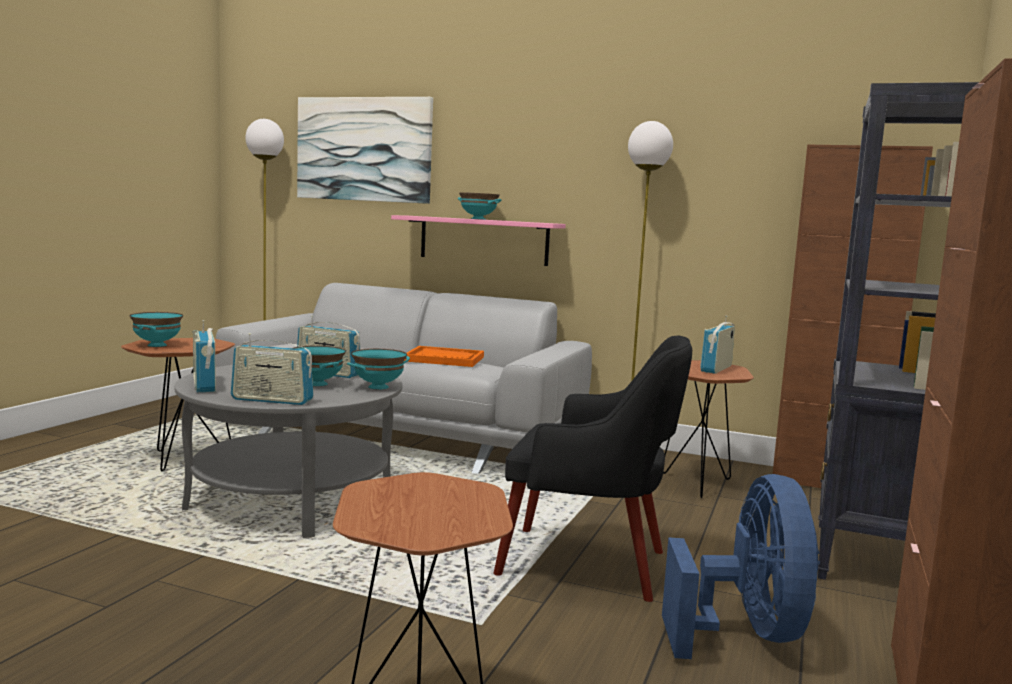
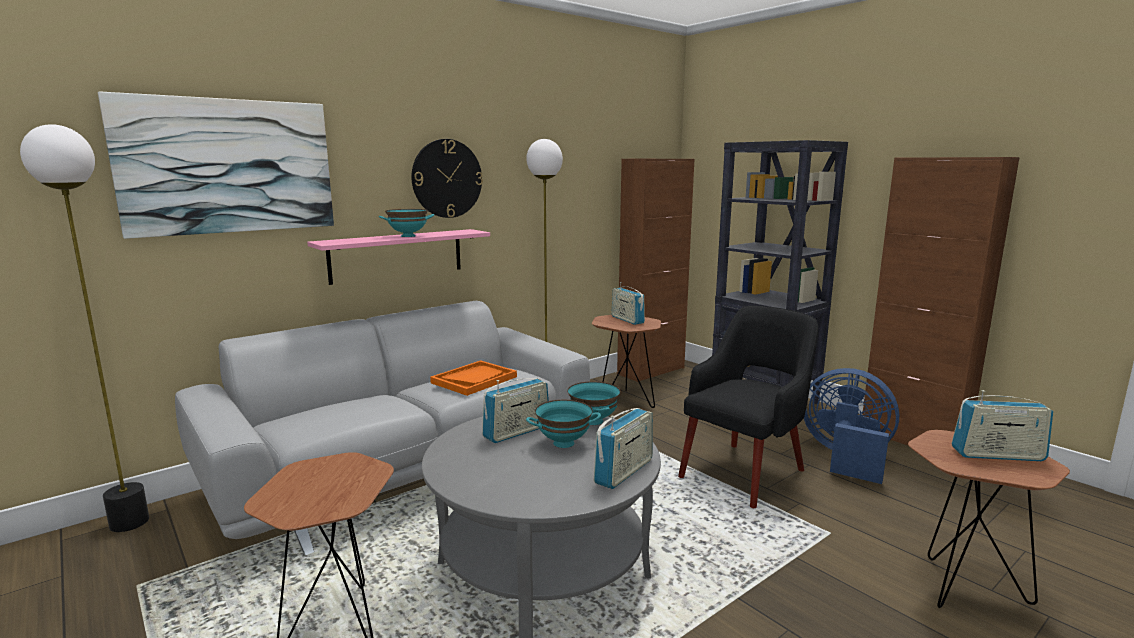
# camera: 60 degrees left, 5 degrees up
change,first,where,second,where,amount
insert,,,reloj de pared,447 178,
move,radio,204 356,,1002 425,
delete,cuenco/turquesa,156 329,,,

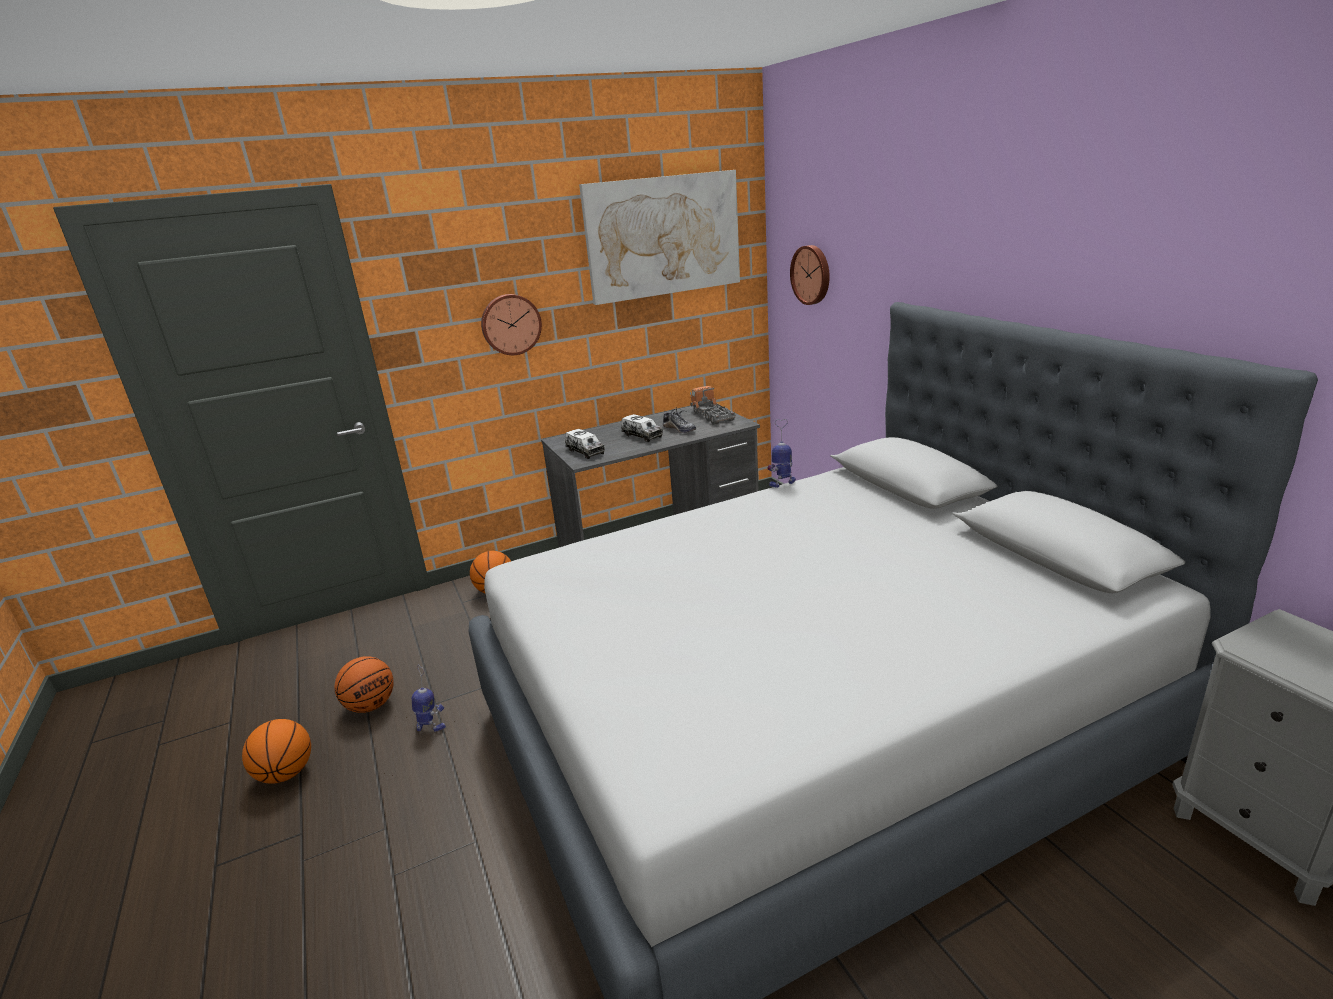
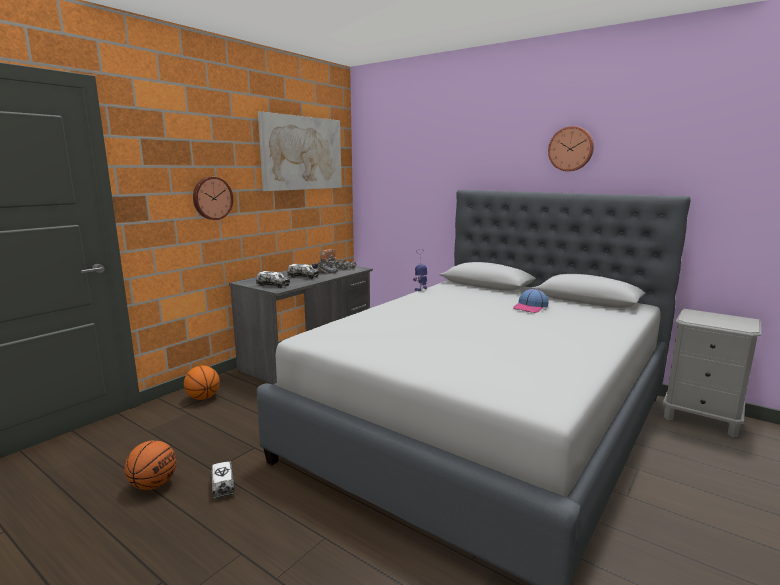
# camera: 30 degrees left, 10 degrees down
change,first,where,second,where,amount
replace,robot de juguete,429 698,camión de juguete,223 479,
insert,,,gorra,531 300,
move,reloj de pared,810 275,,571 148,
delete,balón de baloncesto,276 751,,,

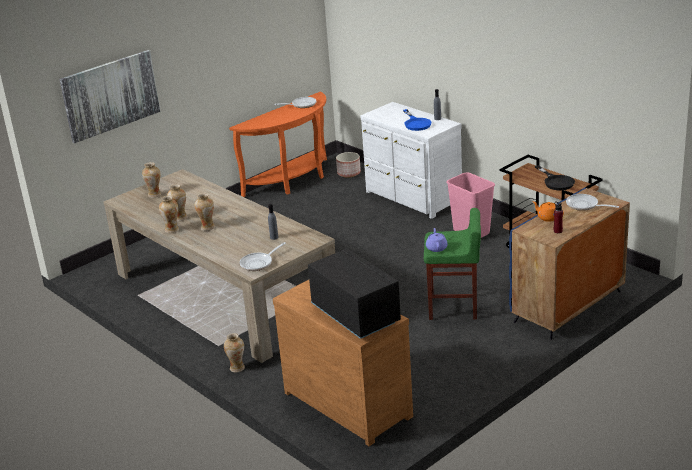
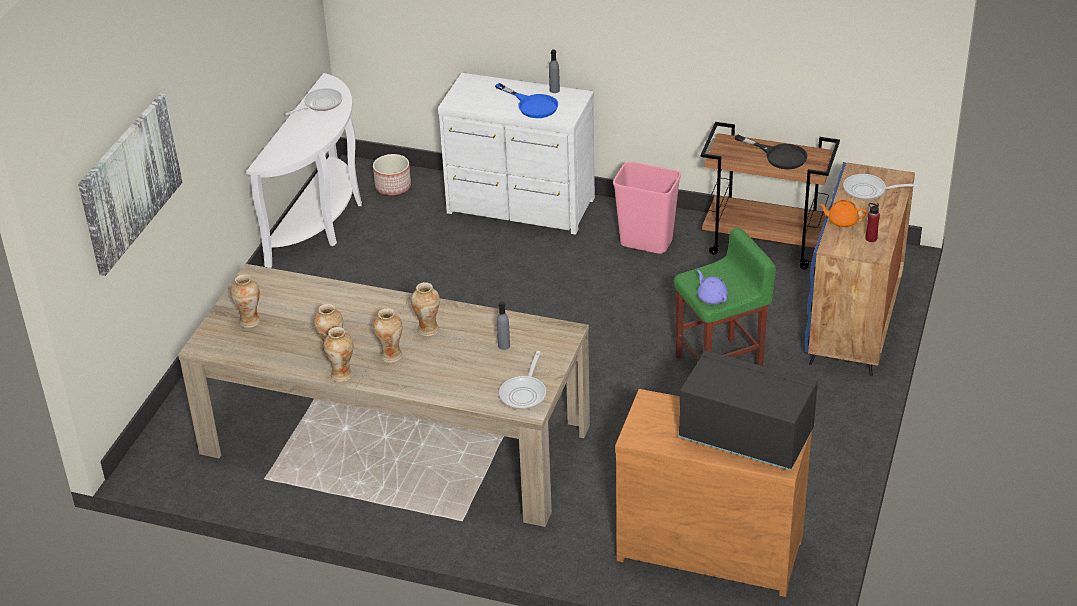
# camera: 30 degrees left, 10 degrees up
change,first,where,second,where,amount
recolor,mesa consola/naranja,278 144,mesa consola/blanco,304 170,
move,florero,234 352,,425 309,

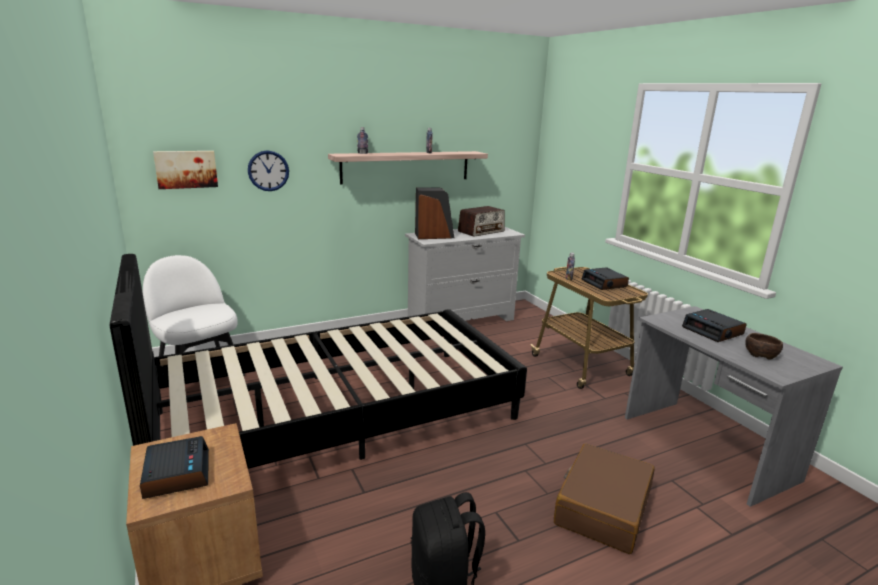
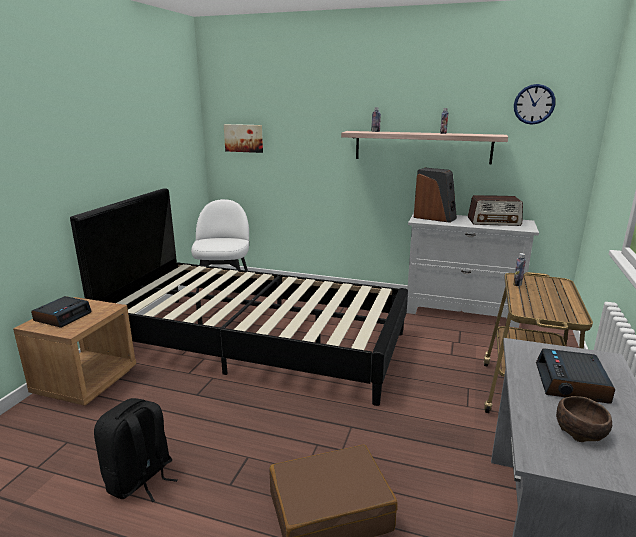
# camera: 45 degrees right, 0 degrees up
change,first,where,second,where,amount
move,reloj de pared,268 170,,534 104,
delete,despertador,605 278,,,

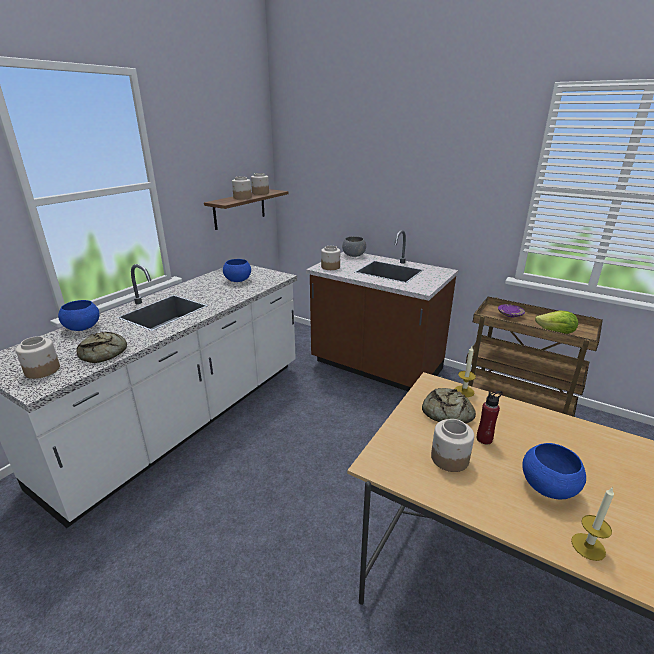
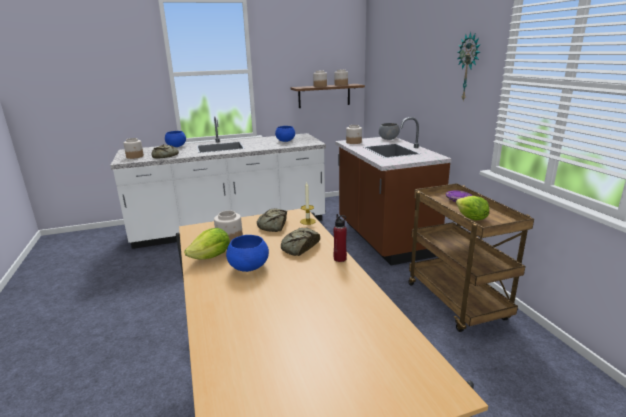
# camera: 40 degrees right, 5 degrees down
change,first,where,second,where,amount
insert,,,lechuga,207 244,
insert,,,pan,300 242,
move,botella/rojo,490 417,,340 238,
insert,,,reloj de pared,469 66,
delete,vela,592 523,,,

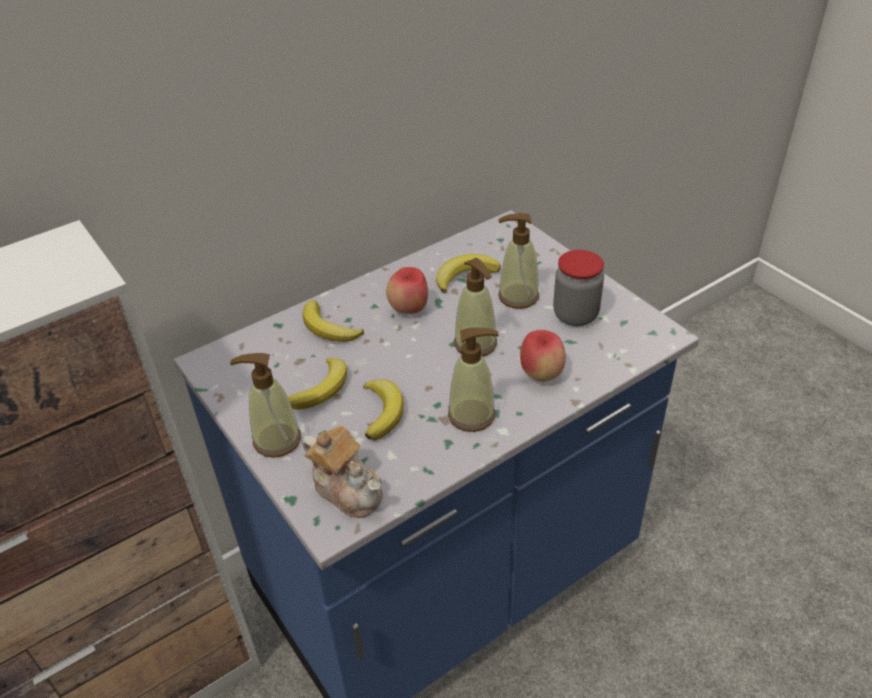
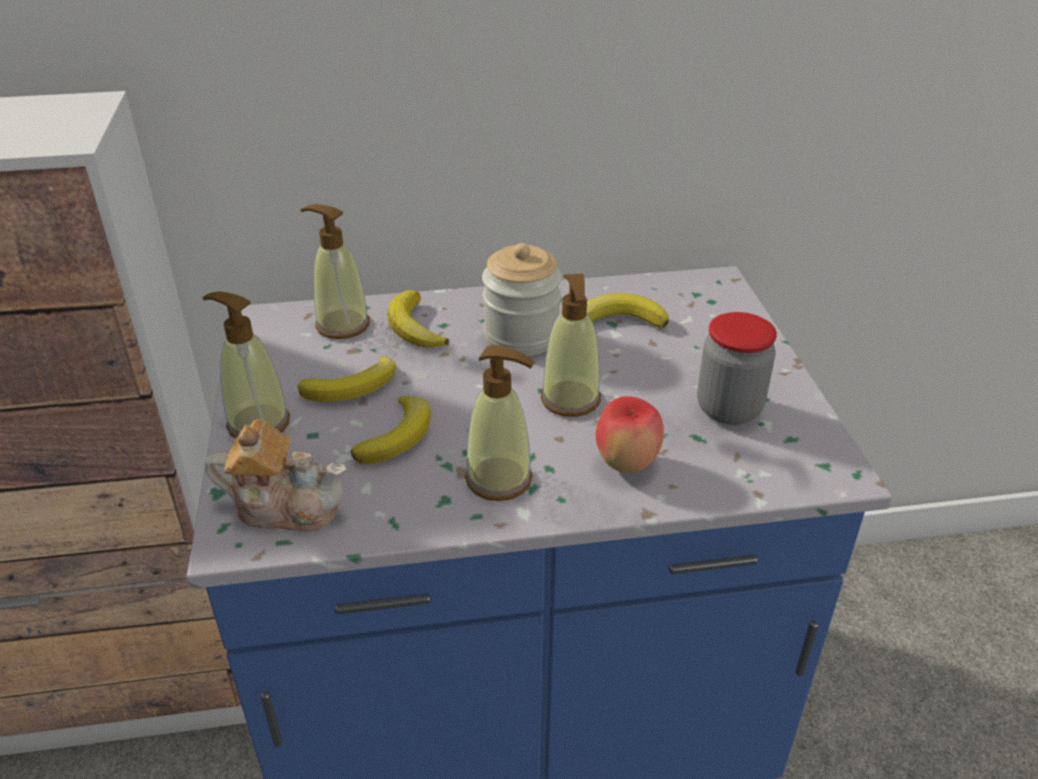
# camera: 25 degrees right, 5 degrees down
change,first,where,second,where,amount
rotate,tetera,342 471,,275 475,60 degrees counterclockwise
move,dispensador de jabón,518 261,,335 271,
replace,manzana,407 290,tarro,522 299,

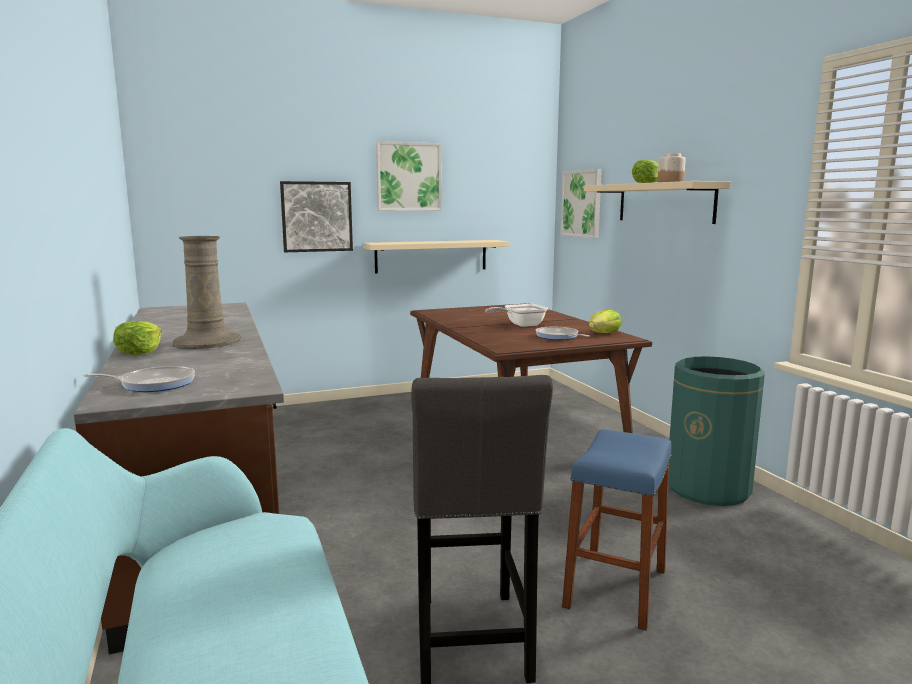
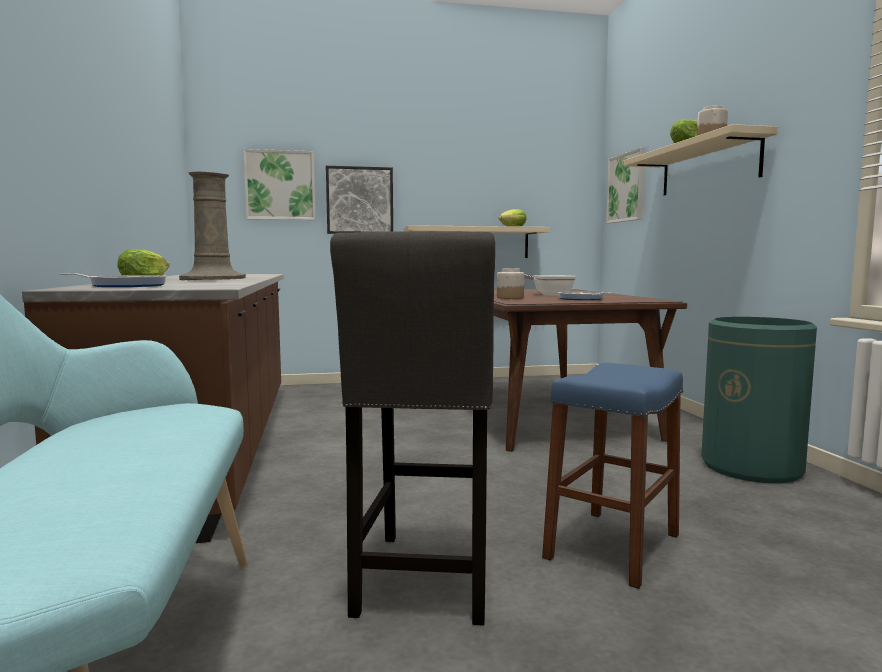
# camera: 10 degrees right, 5 degrees down
change,first,where,second,where,amount
move,cuadro,409 176,,279 184,
insert,,,tarro,510 283,
move,lechuga,605 321,,512 218,

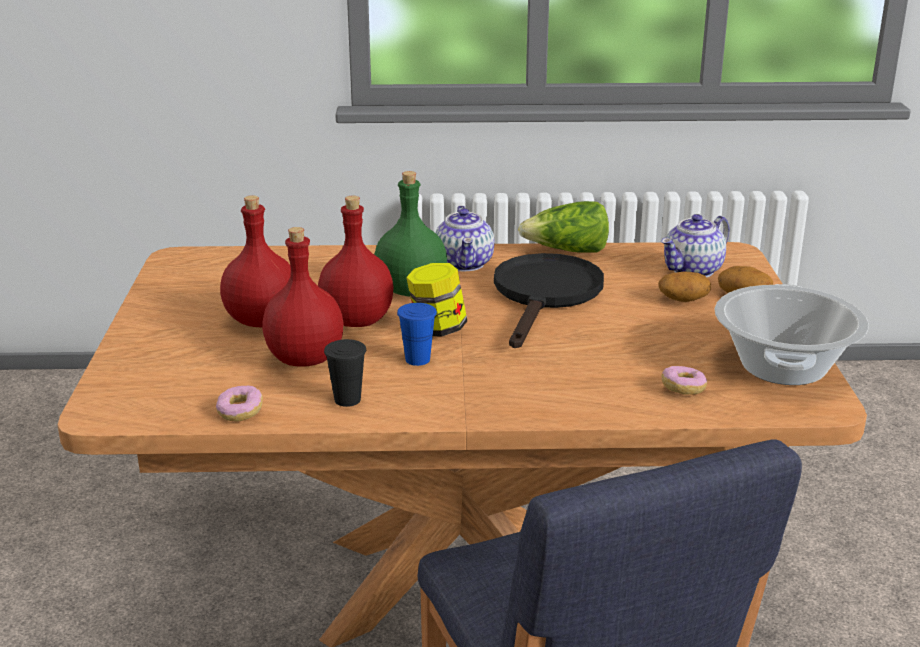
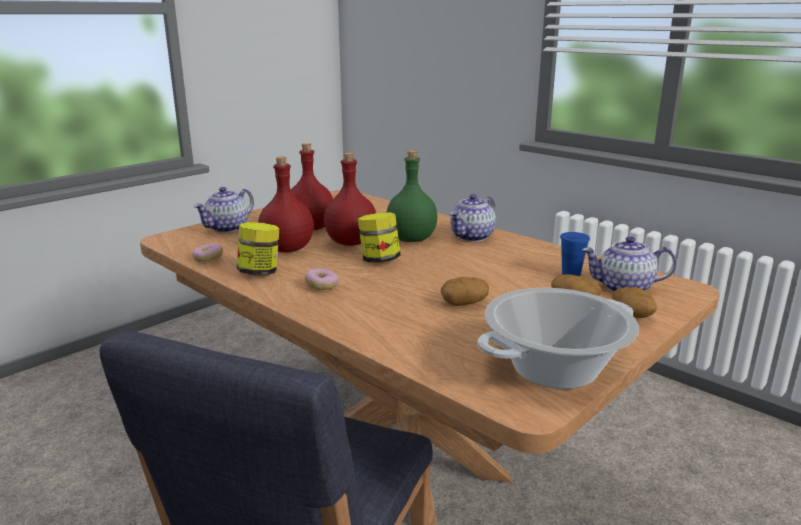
# camera: 45 degrees right, 5 degrees down
change,first,where,second,where,amount
insert,,,tetera,223 210,
replace,taza/negro,345 373,tarro,258 248,
move,rosquilla,684 380,,321 279,
insert,,,patata,465 291,
move,taza/azul,417 334,,575 254,
delete,sartén/negro,549 300,,,
delete,lechuga,563 227,,,

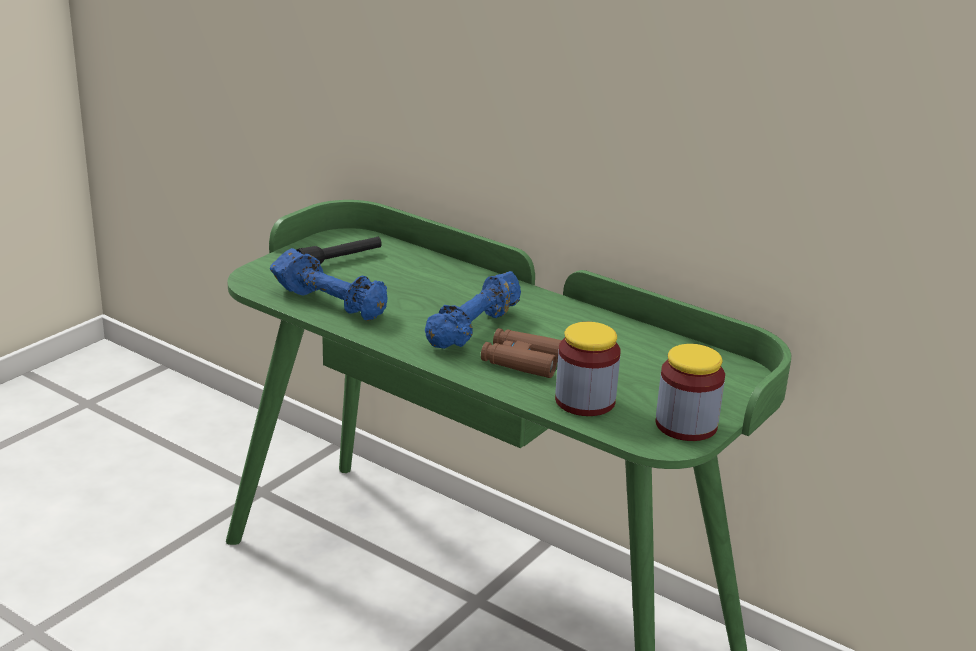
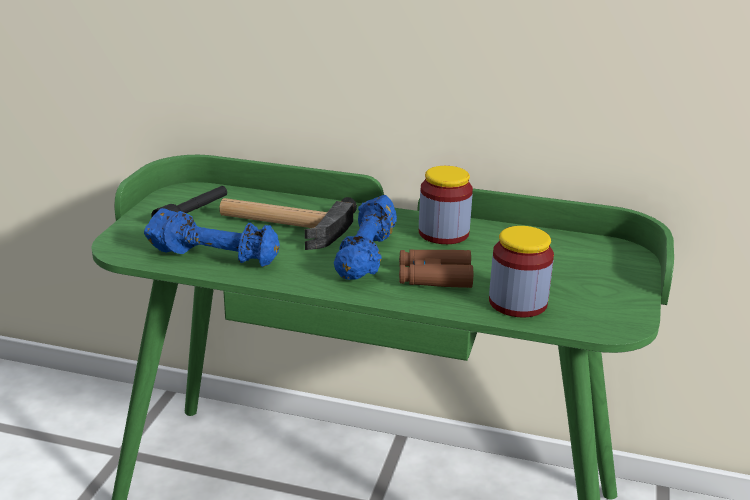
# camera: 20 degrees left, 0 degrees up
change,first,where,second,where,amount
insert,,,martillo,288 223,
move,tarro,690 392,,446 205,

